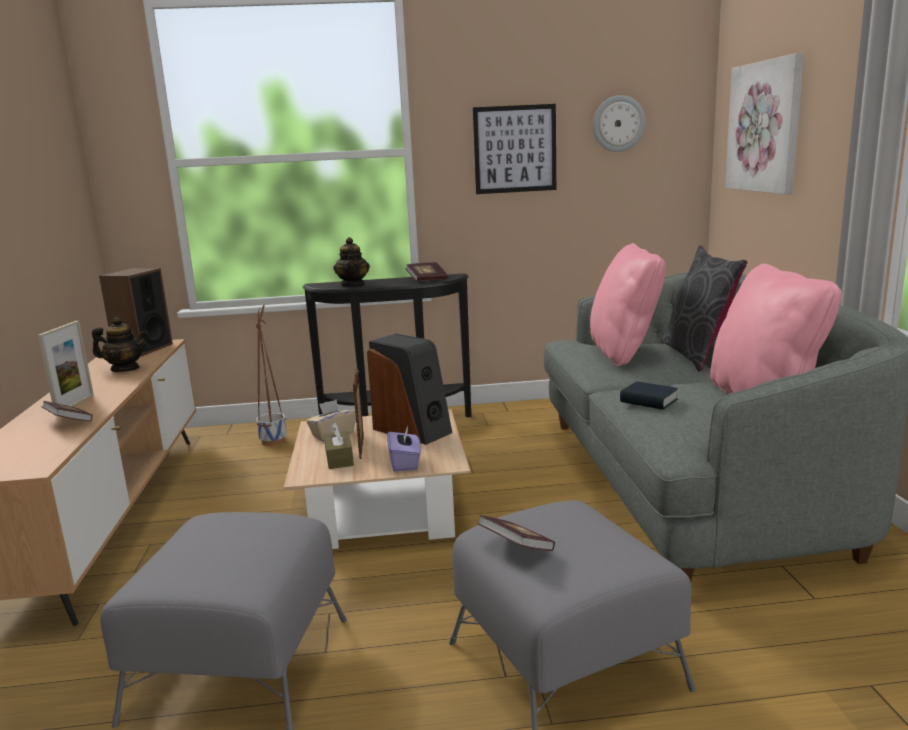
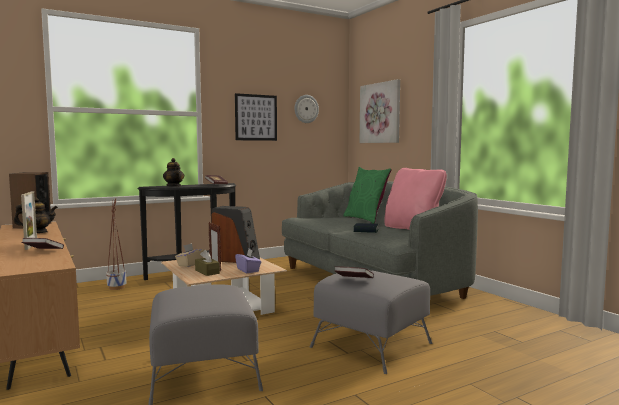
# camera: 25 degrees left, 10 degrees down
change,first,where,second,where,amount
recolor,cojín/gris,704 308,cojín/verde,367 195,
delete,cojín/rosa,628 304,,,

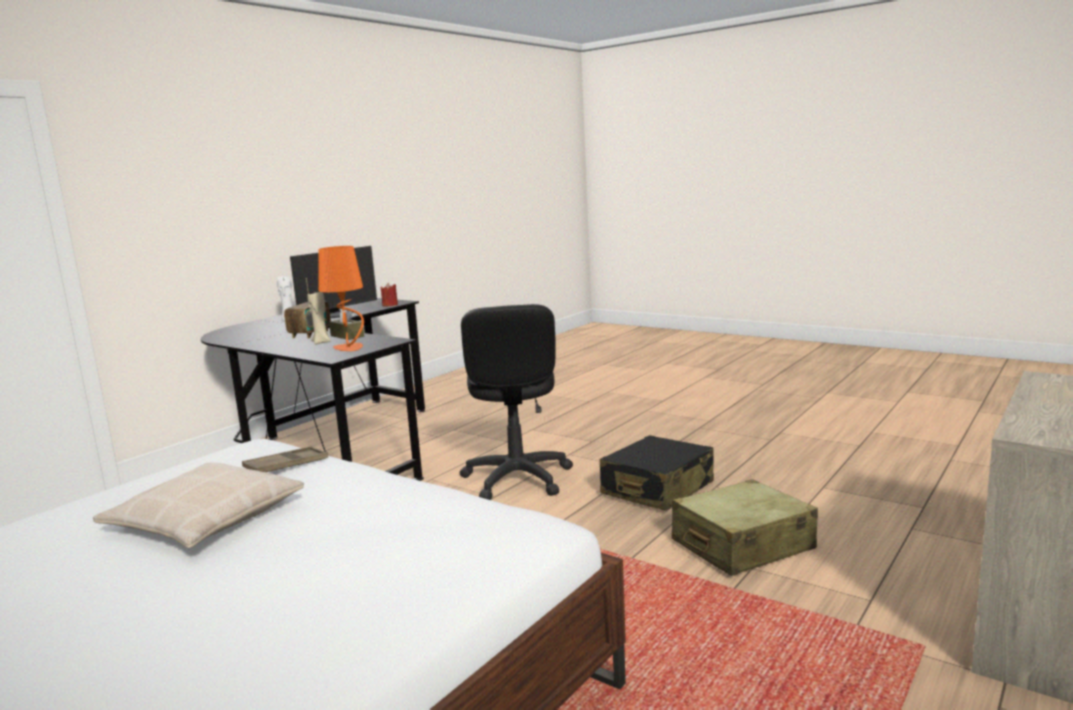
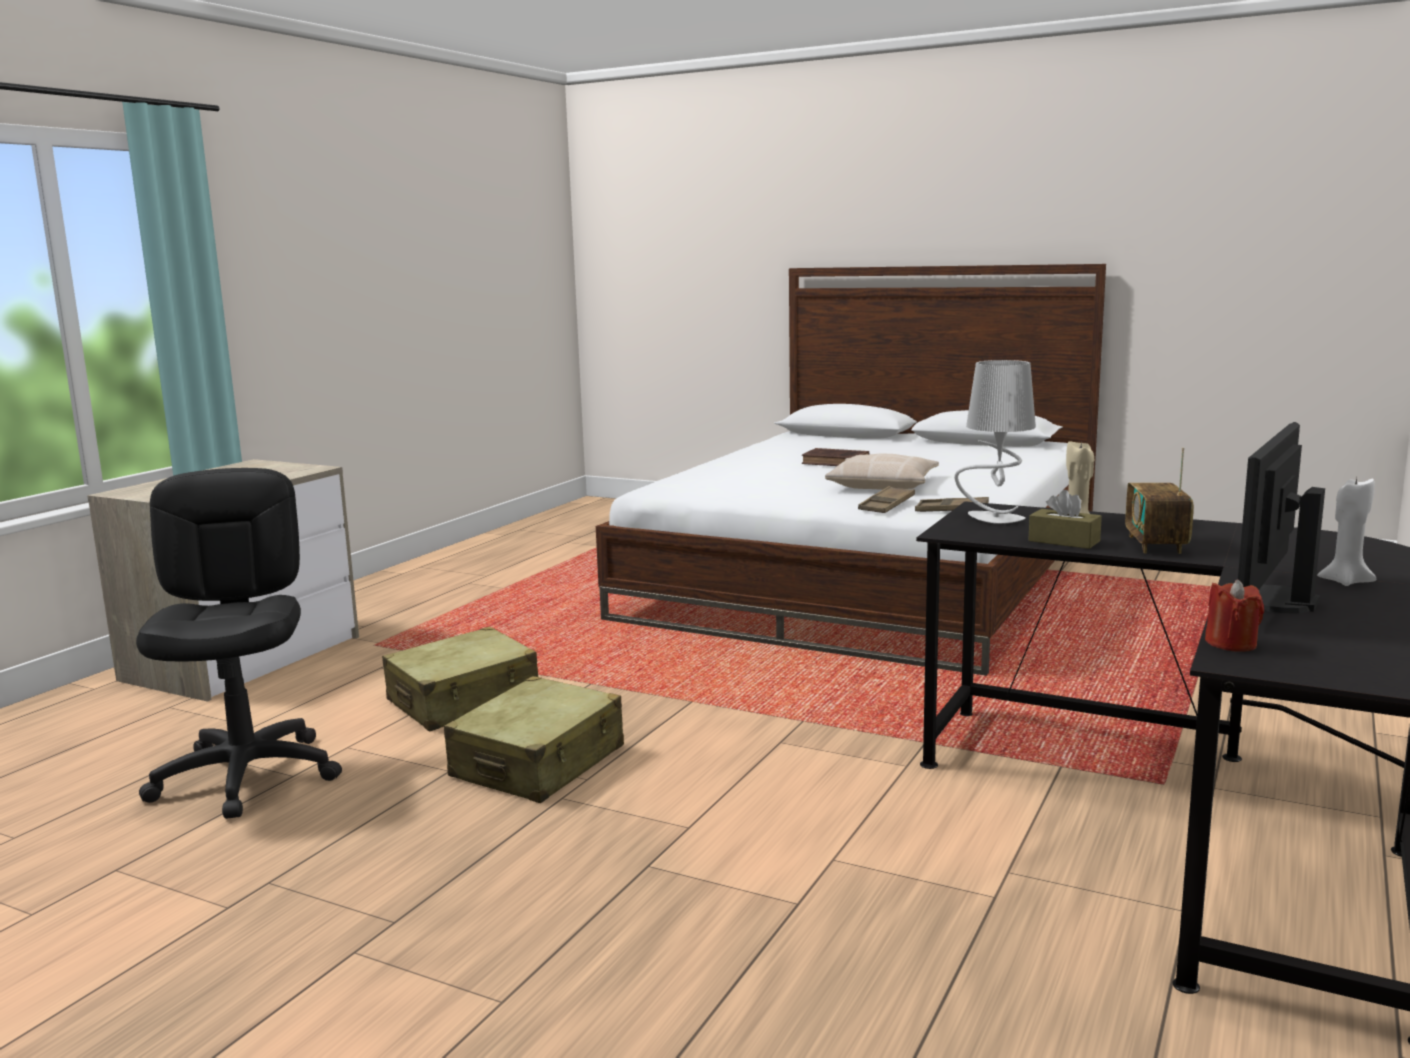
# camera: 170 degrees right, 0 degrees up
change,first,where,second,where,amount
move,silla de oficina/negro,516 402,,239 643,
recolor,maleta/negro,657 473,maleta/beis,534 739,
insert,,,libro/marrón,836 457,
insert,,,bandeja/marrón,952 504,
recolor,lámpara de mesa/naranja,341 298,lámpara de mesa/gris,995 442,

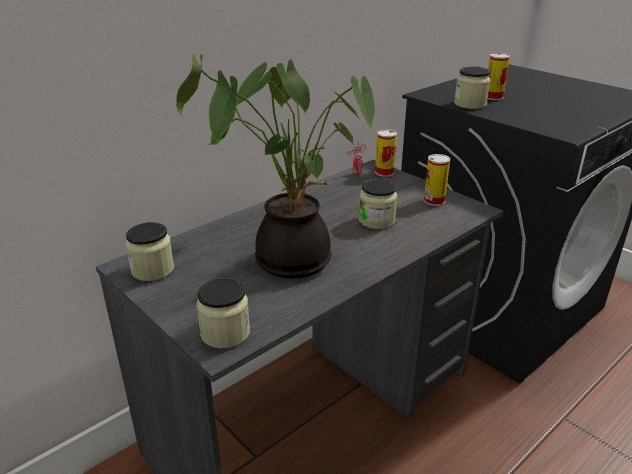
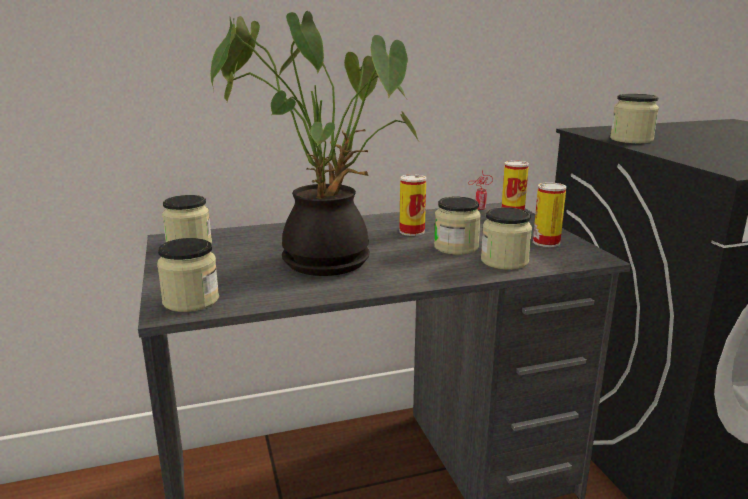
# camera: 25 degrees right, 10 degrees down
change,first,where,second,where,amount
move,lata,499 76,,412 205,
insert,,,tarro,506 238,

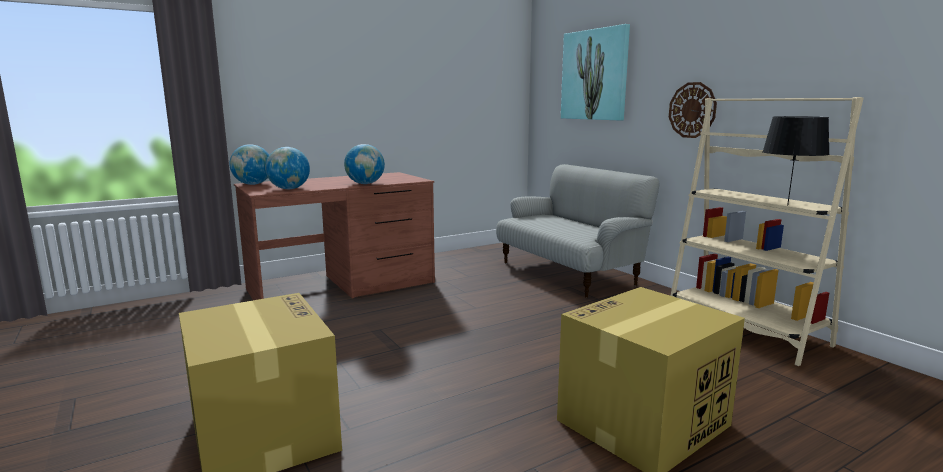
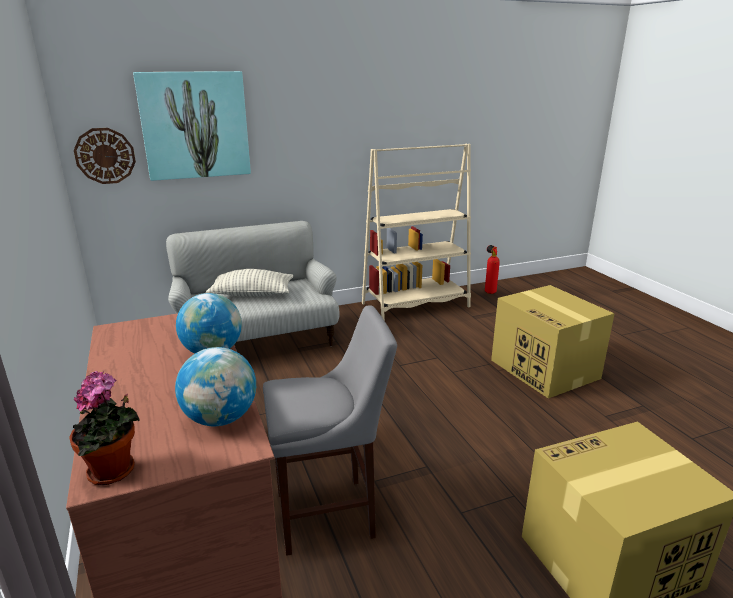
# camera: 80 degrees left, 10 degrees up
change,first,where,second,where,amount
replace,globo terráqueo,249 164,planta en maceta,104 428,
move,reloj de pared,693 110,,105 156,
insert,,,cojín,249 283,
insert,,,taburete/gris,330 430,
insert,,,extintor,492 269,
delete,lámpara de mesa/negro,796 160,,,

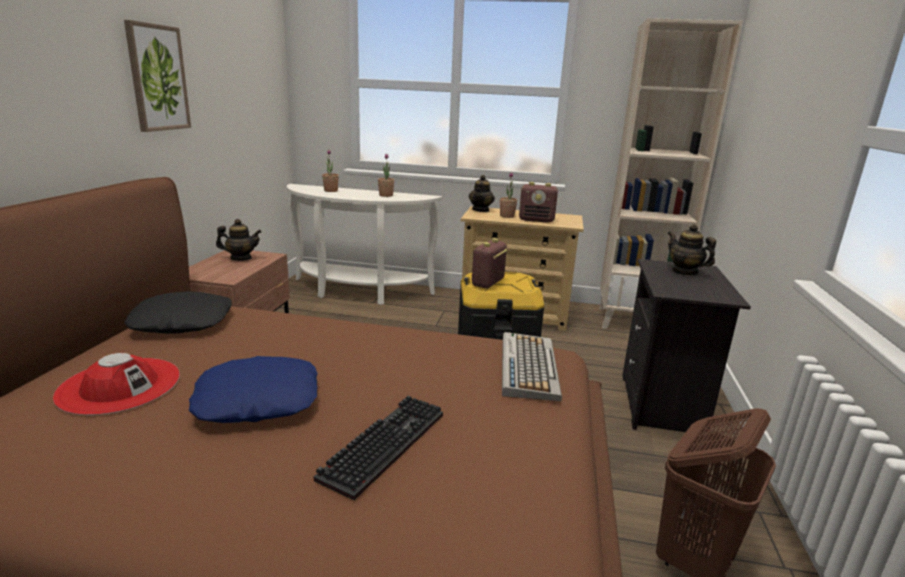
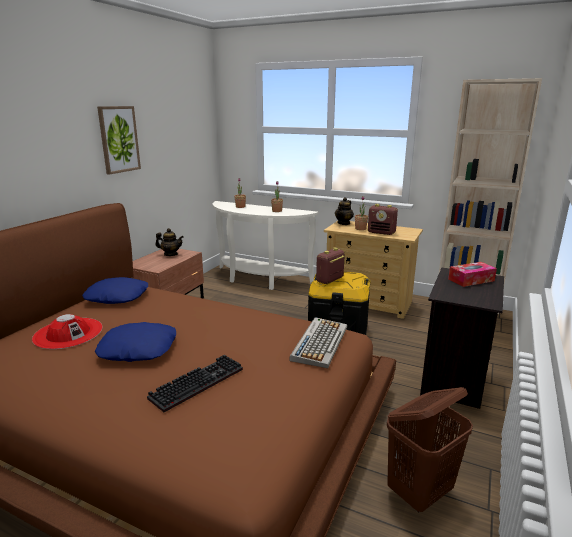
# camera: 15 degrees right, 0 degrees up
change,first,where,second,where,amount
recolor,cojín/negro,178 312,cojín/azul,115 290,
replace,tetera,692 250,caja de pañuelos,472 274,

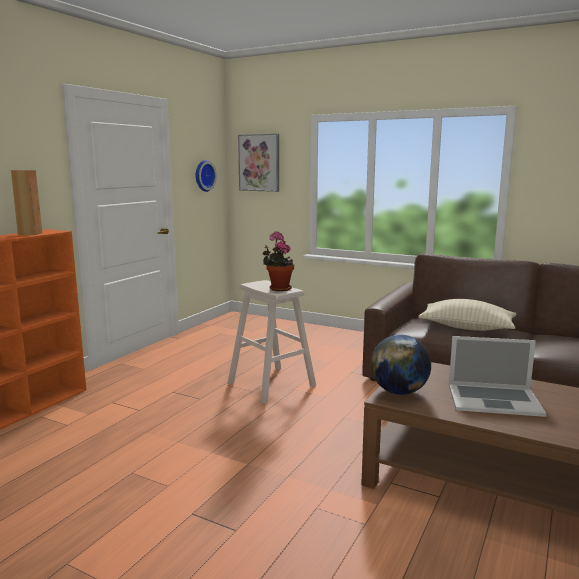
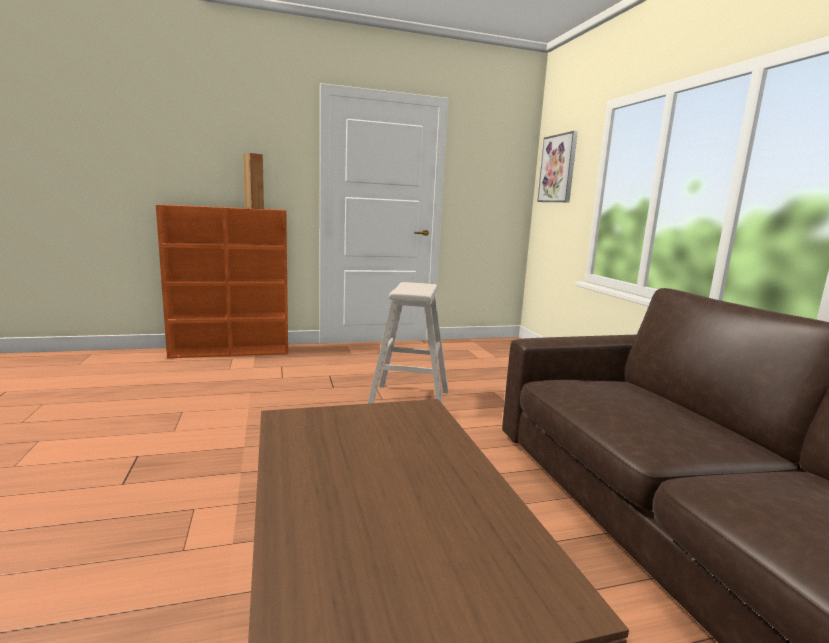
# camera: 45 degrees right, 0 degrees up
change,first,where,second,where,amount
delete,reloj de pared,206 176,,,
delete,planta en maceta,278 261,,,
delete,globo terráqueo,401 365,,,
delete,cojín/beis,467 315,,,
delete,portátil,498 376,,,

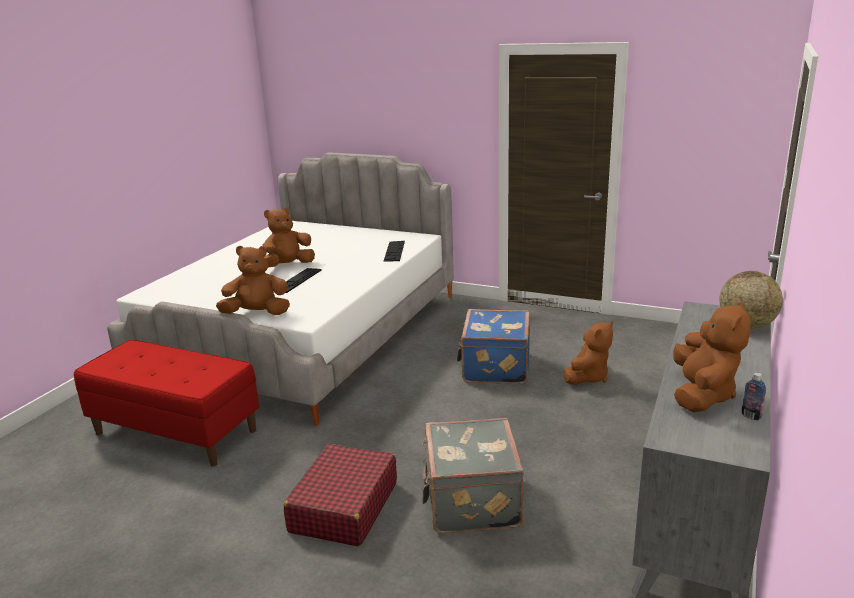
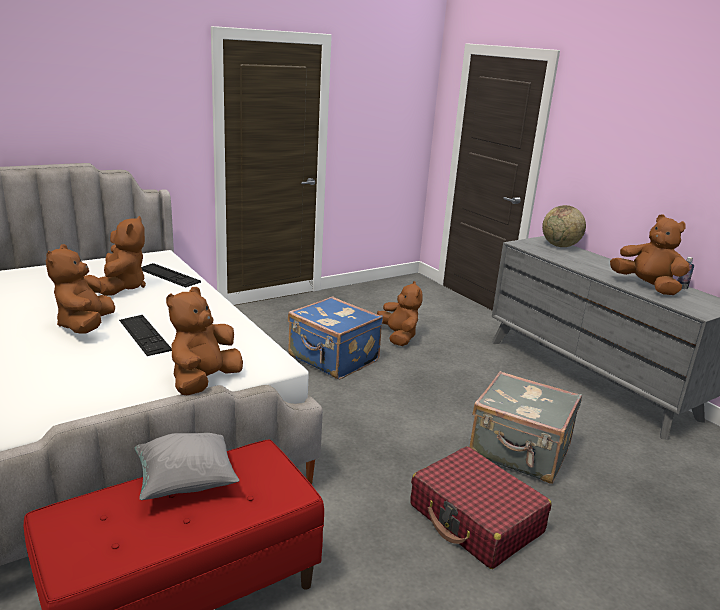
# camera: 60 degrees left, 0 degrees up
change,first,where,second,where,amount
insert,,,peluche/marrón,122 256,
insert,,,cojín/gris,187 466,

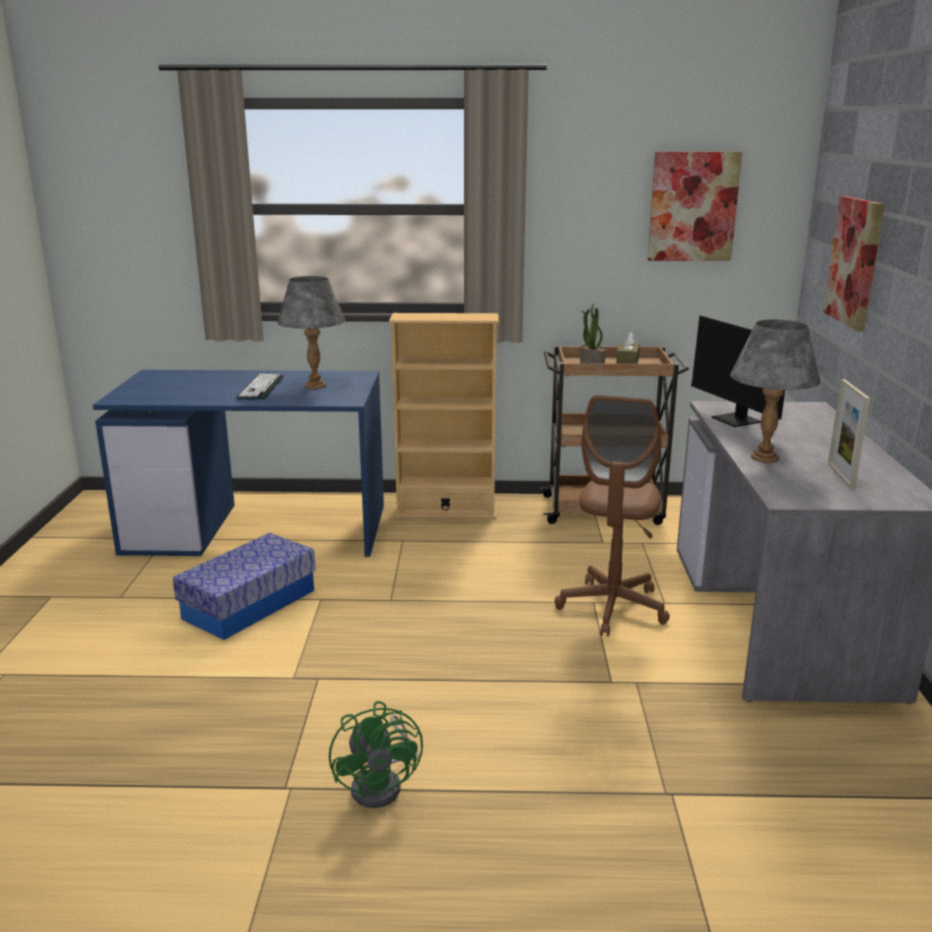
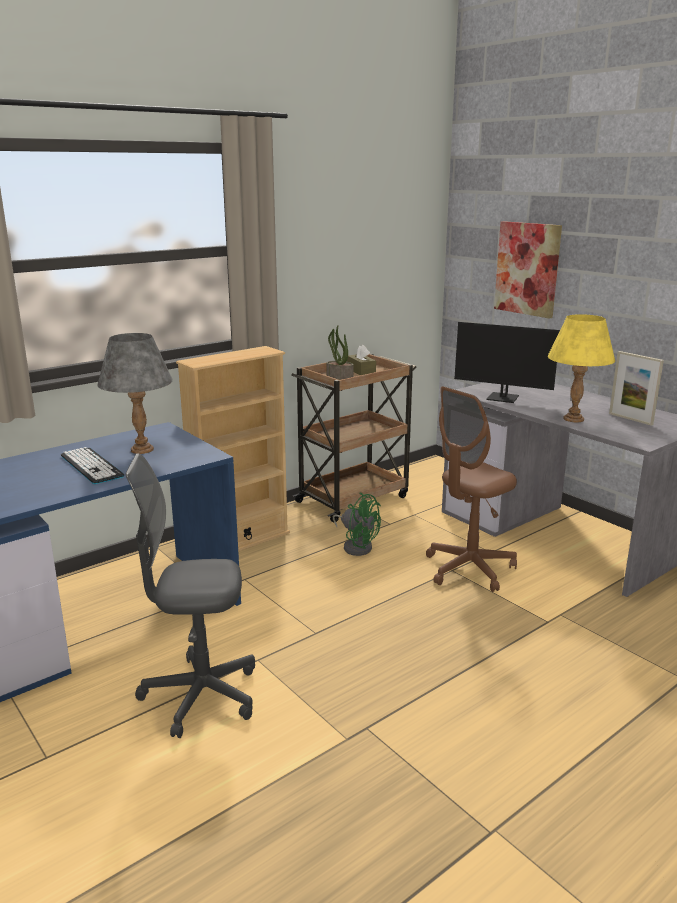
# camera: 40 degrees left, 0 degrees up
change,first,where,second,where,amount
replace,caja de almacenaje,244 586,silla de oficina/gris,190 595,
move,ventilador/verde,376 754,,357 524,
rotate,silla de oficina/marrón,612 516,,471 489,75 degrees clockwise
recolor,lámpara de mesa/gris,775 391,lámpara de mesa/amarillo,581 368,
delete,cuadro,694 206,,,

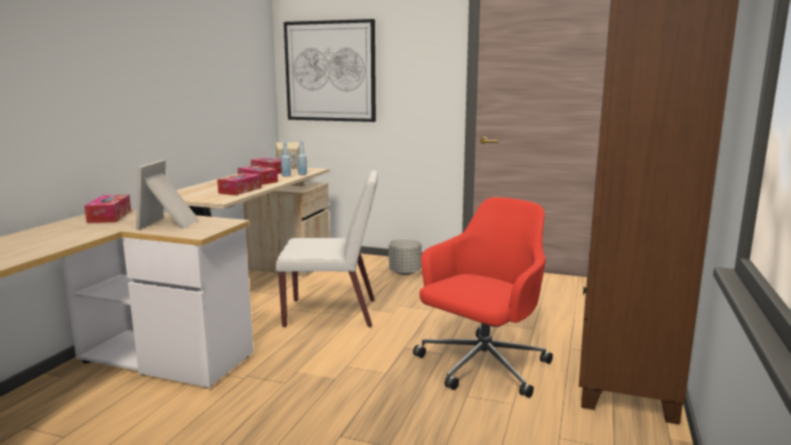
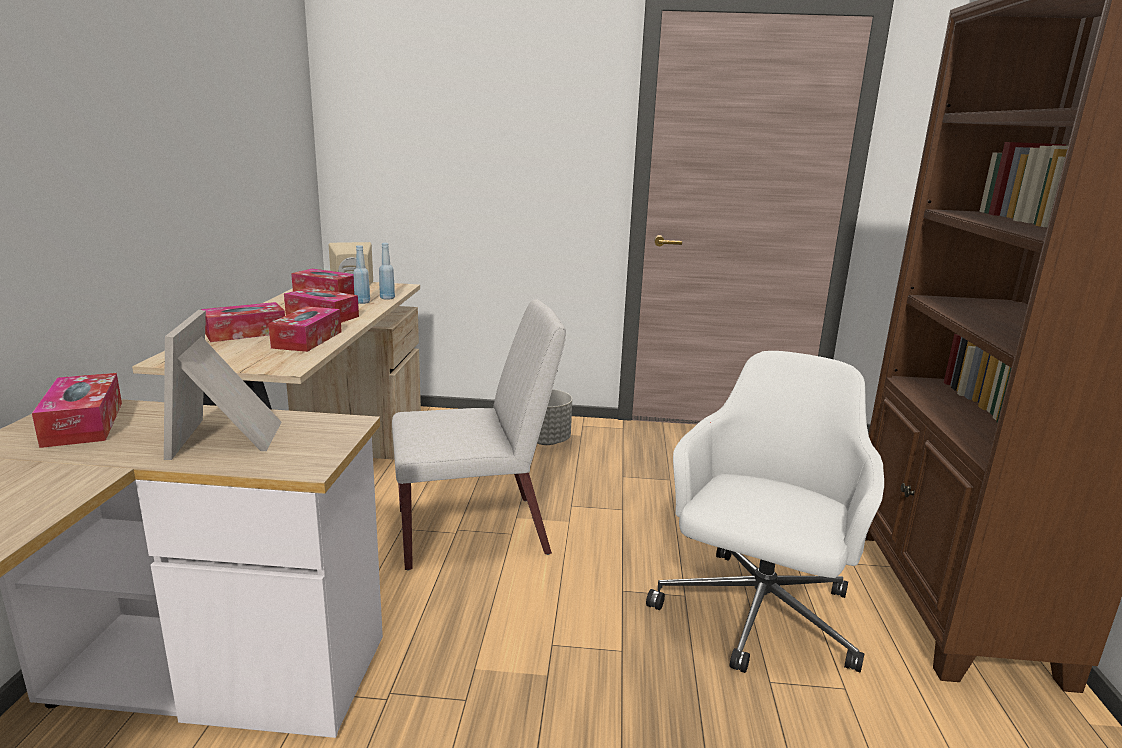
# camera: 15 degrees left, 5 degrees up
change,first,where,second,where,amount
insert,,,caja de pañuelos,243 322,
recolor,silla de oficina/rojo,483 297,silla de oficina/blanco,765 512,
delete,cuadro,330 70,,,

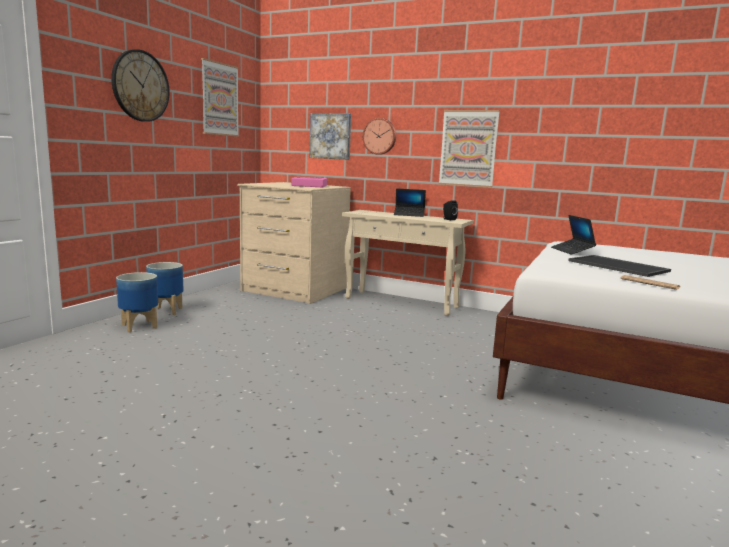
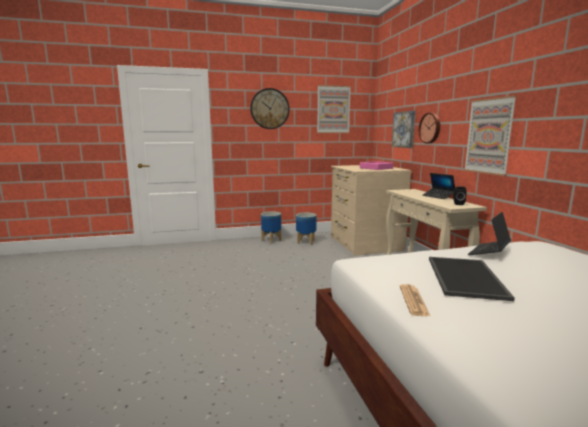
# camera: 50 degrees right, 0 degrees up
change,first,where,second,where,amount
move,maceta,137 302,,306 228,

